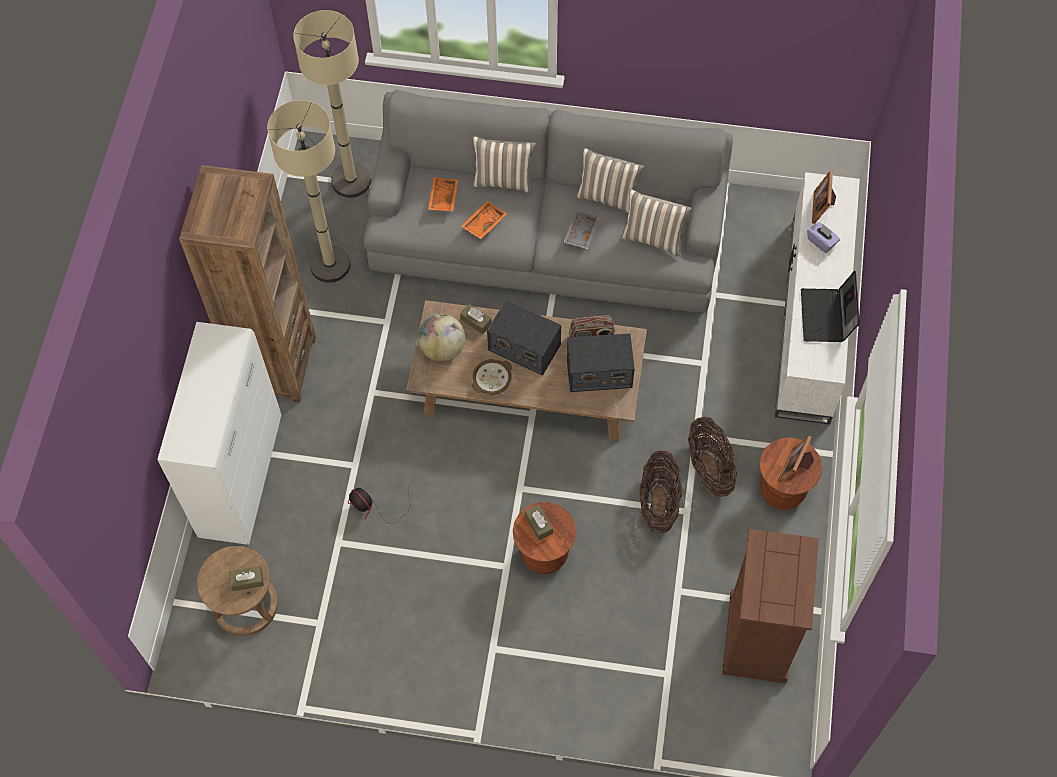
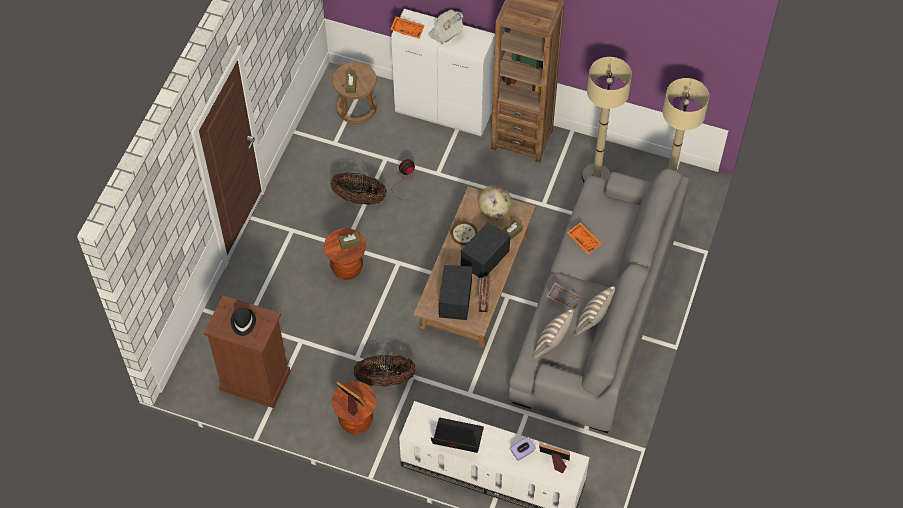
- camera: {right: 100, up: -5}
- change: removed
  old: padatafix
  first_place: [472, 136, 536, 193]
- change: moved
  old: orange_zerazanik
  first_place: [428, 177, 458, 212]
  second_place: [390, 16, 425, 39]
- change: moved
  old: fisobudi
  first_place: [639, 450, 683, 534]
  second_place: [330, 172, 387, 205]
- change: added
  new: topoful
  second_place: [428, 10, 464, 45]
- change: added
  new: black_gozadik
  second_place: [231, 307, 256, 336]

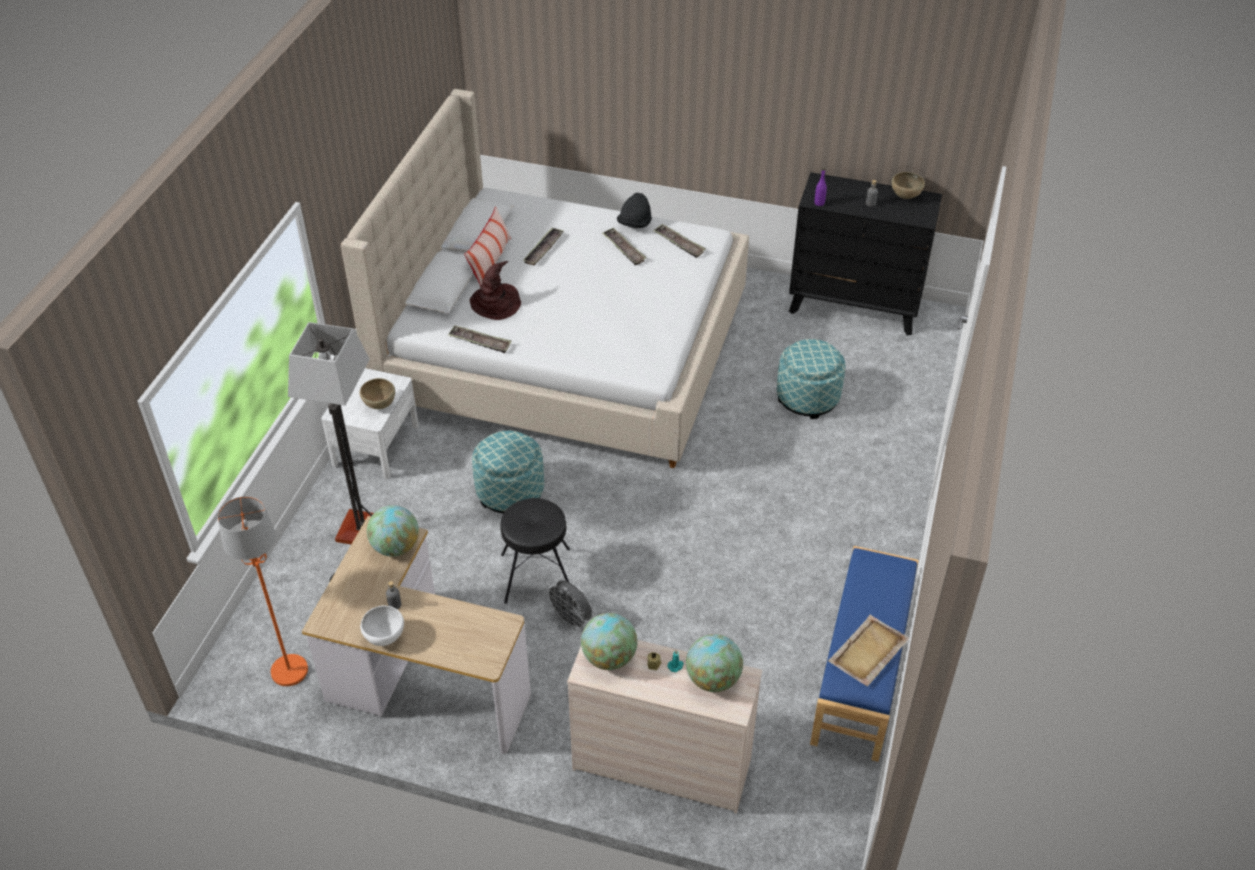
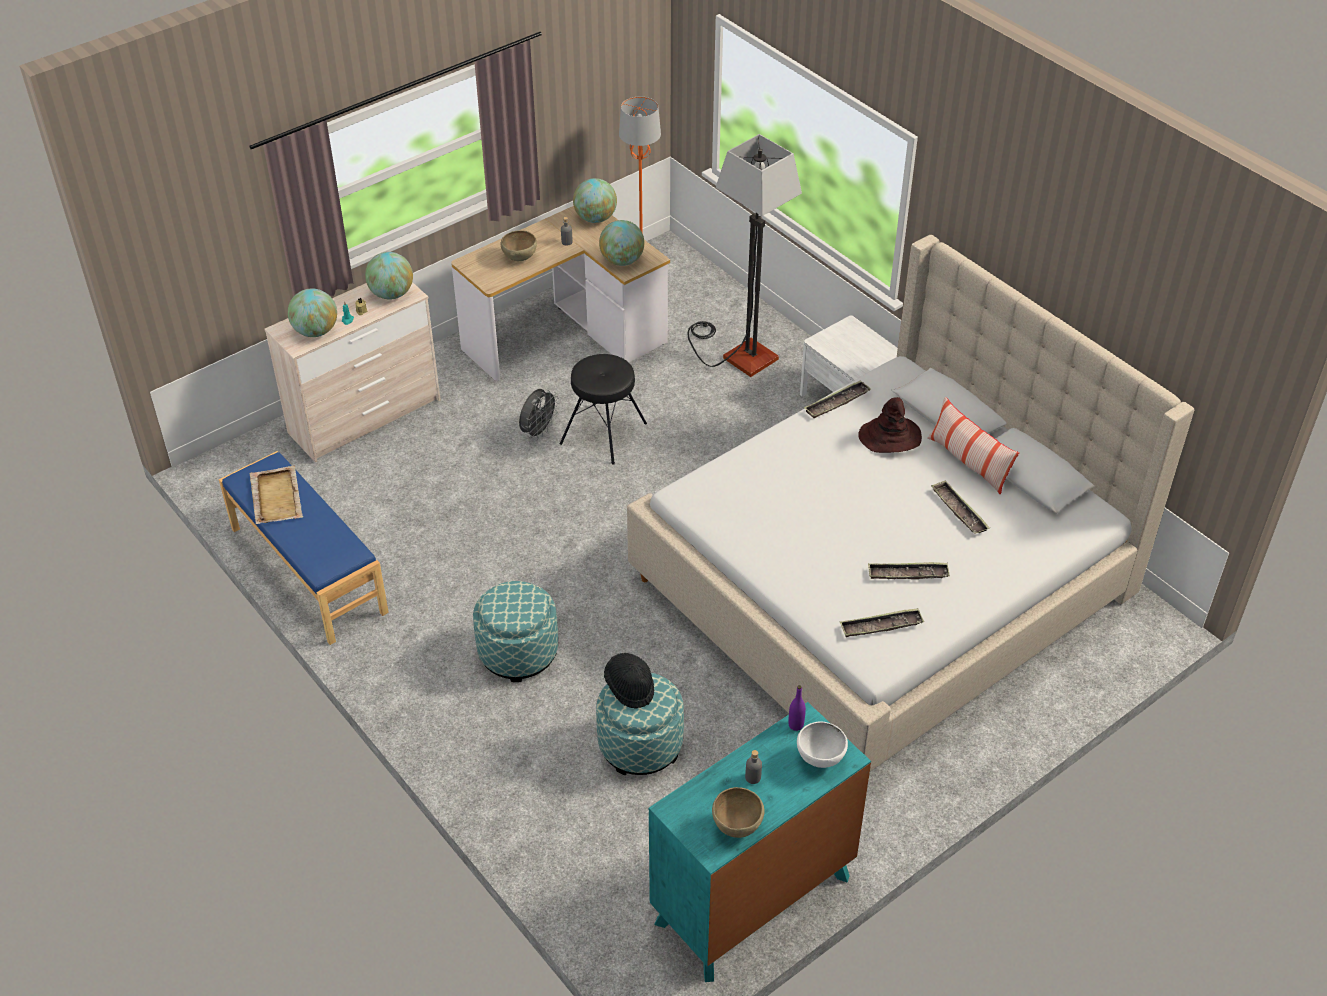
- camera: {right: 125, up: 0}
- change: recoloured
  old: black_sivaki
  new: turquoise_sivaki
  first_place: [789, 172, 942, 336]
  second_place: [649, 702, 871, 982]
- change: moved
  old: black_gozadik
  first_place: [617, 193, 652, 228]
  second_place: [604, 653, 654, 709]
- change: moved
  old: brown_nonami
  first_place: [360, 378, 395, 409]
  second_place: [501, 230, 537, 261]
- change: moved
  old: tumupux
  first_place: [472, 431, 544, 514]
  second_place: [473, 581, 558, 682]
- change: turned
  old: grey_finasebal
  first_place: [545, 580, 592, 630]
  second_place: [519, 389, 559, 440]
  degrees: 135
- change: moved
  old: white_nonami
  first_place: [360, 606, 404, 646]
  second_place: [797, 722, 848, 768]
- change: added
  new: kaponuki
  second_place: [573, 178, 617, 223]

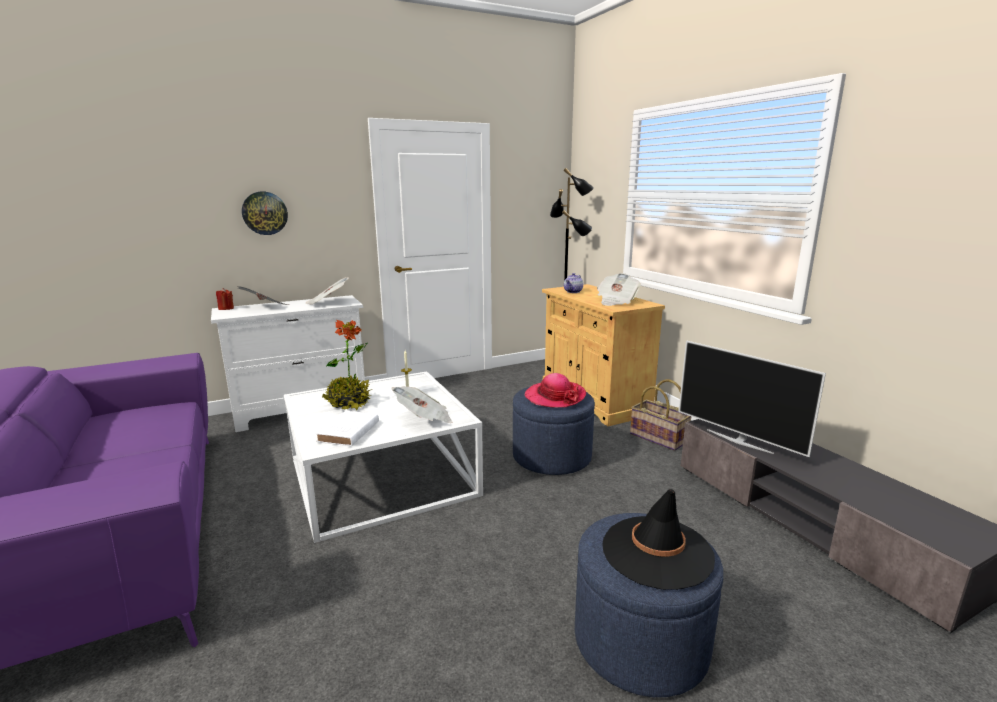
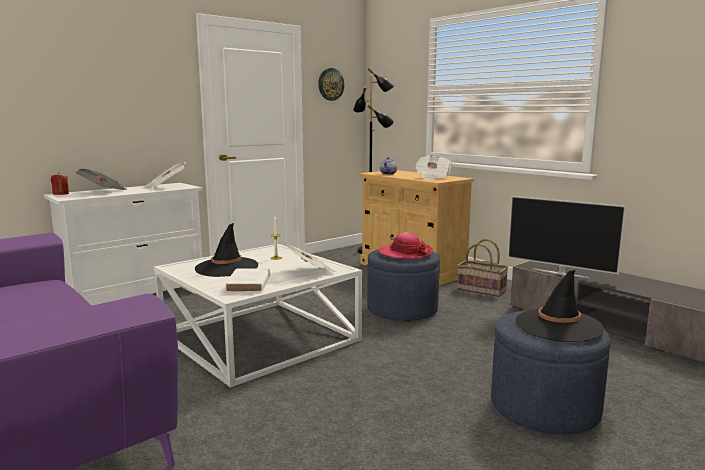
- camera: {right: -15, up: -5}
- change: moved
  old: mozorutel
  first_place: [242, 191, 288, 235]
  second_place: [318, 68, 344, 101]
- change: replaced
  old: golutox
  new: black_gozadik
  first_place: [322, 320, 372, 410]
  second_place: [195, 223, 258, 277]

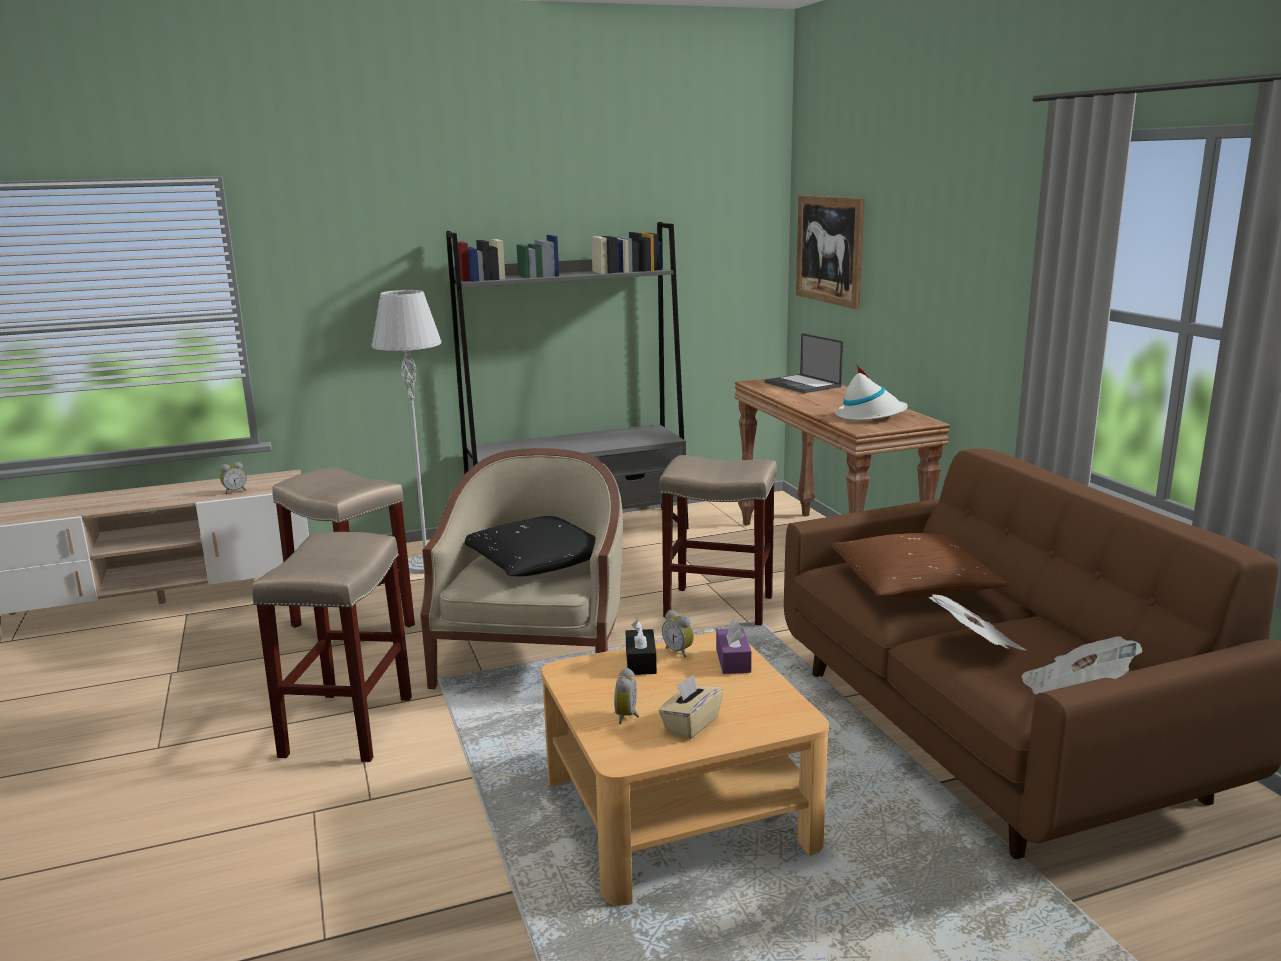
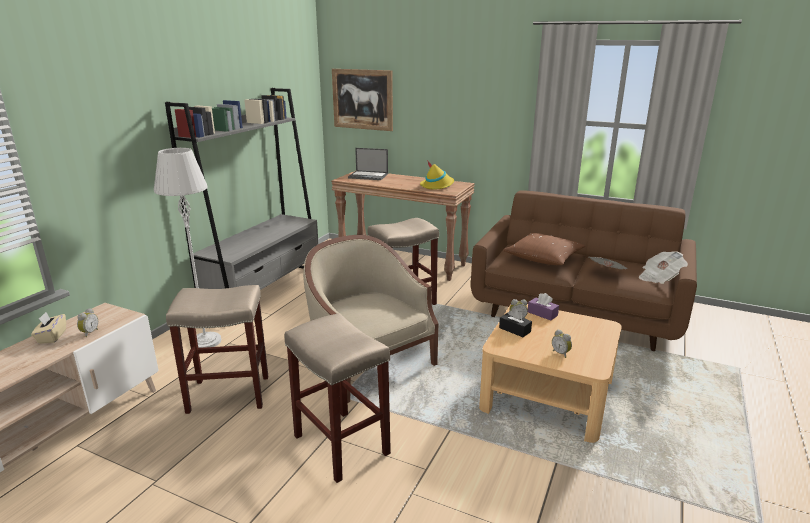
- camera: {right: -45, up: 5}
- change: recoloured
  old: white_gozadik
  new: yellow_gozadik
  first_place: [835, 364, 908, 421]
  second_place: [420, 160, 454, 190]
- change: removed
  old: black_padatafix
  first_place: [465, 516, 595, 577]
- change: moved
  old: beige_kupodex
  first_place: [658, 674, 723, 739]
  second_place: [31, 312, 66, 344]

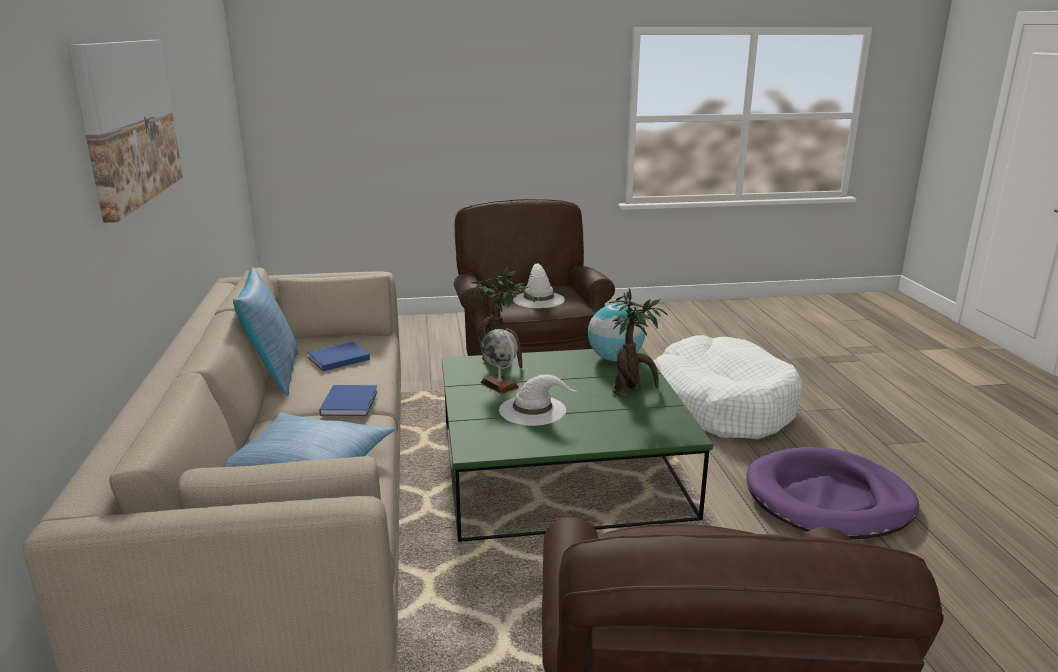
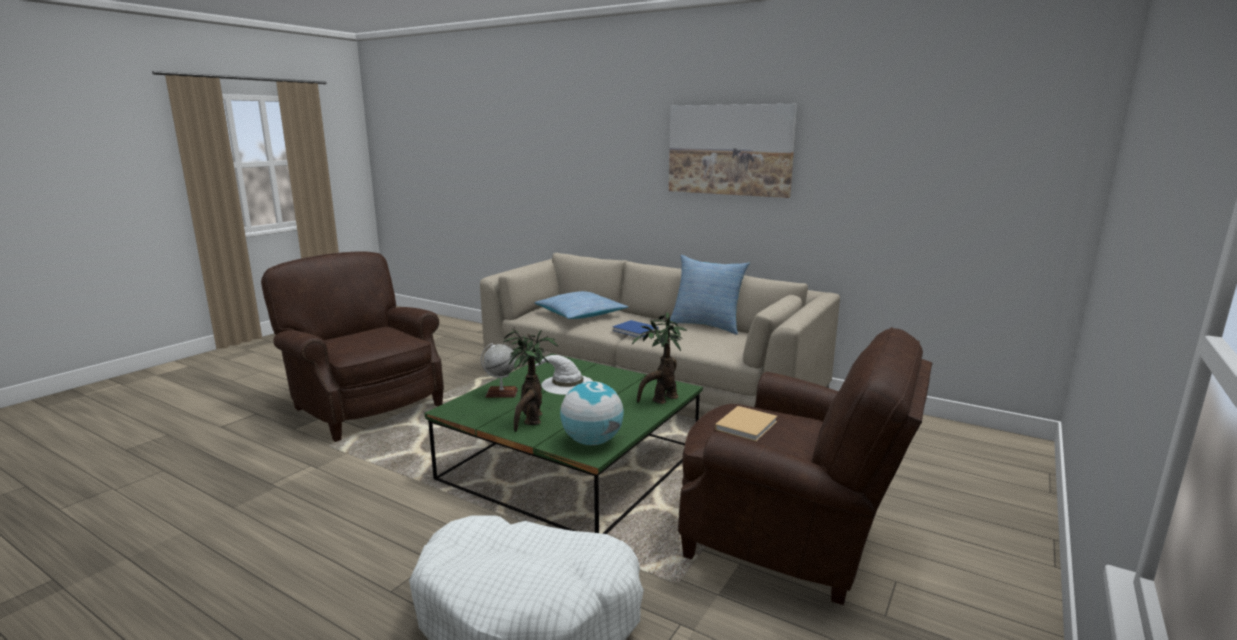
- camera: {right: 130, up: -5}
- change: replaced
  old: white_gozadik
  new: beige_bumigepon
  first_place: [513, 263, 565, 308]
  second_place: [715, 406, 778, 441]
- change: moved
  old: kaponuki
  first_place: [480, 329, 519, 394]
  second_place: [481, 343, 518, 397]
- change: removed
  old: blue_bumigepon
  first_place: [307, 342, 370, 371]
- change: removed
  old: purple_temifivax
  first_place: [746, 447, 919, 539]

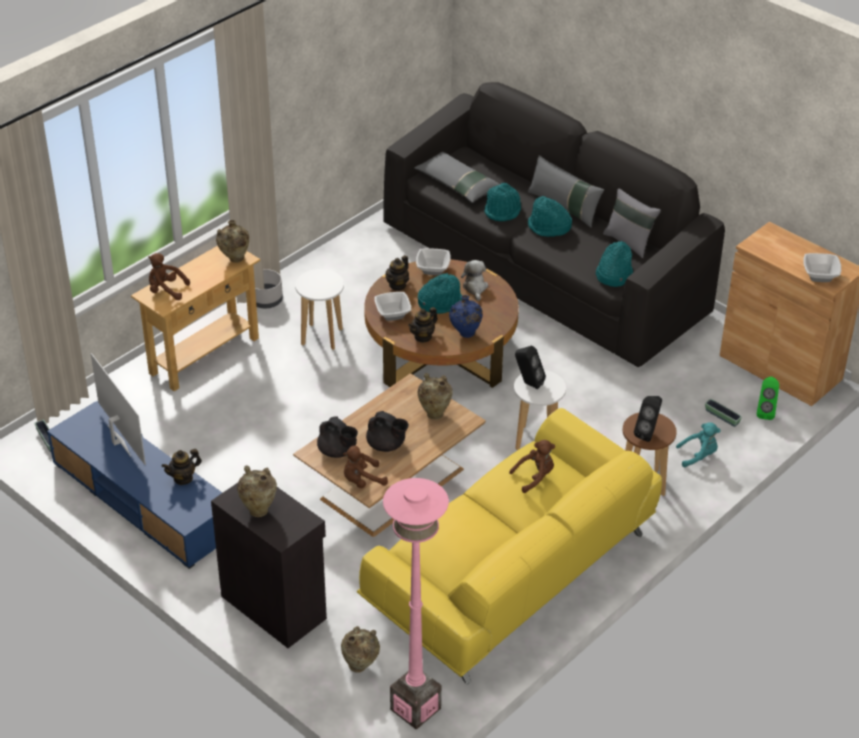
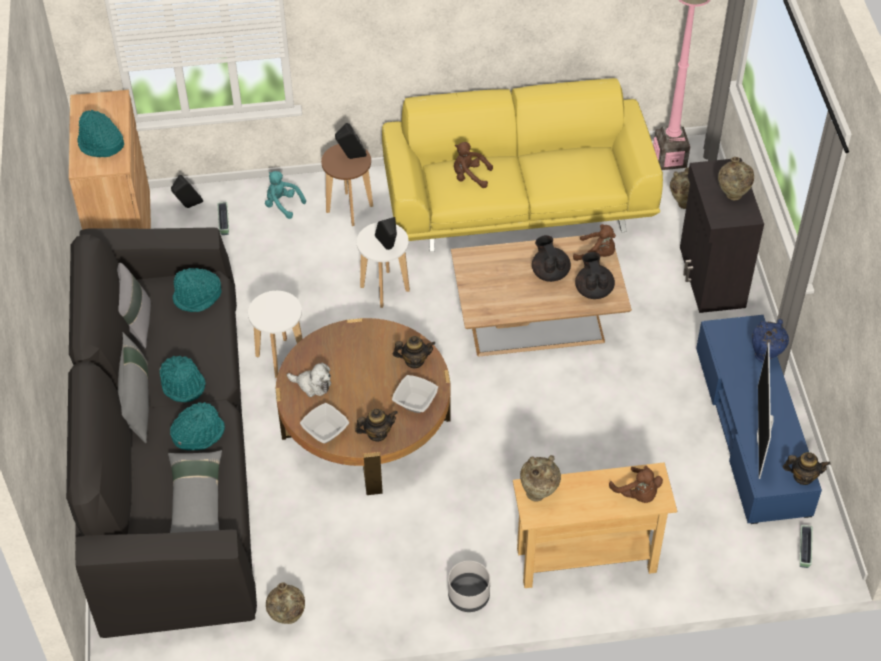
- camera: {right: -140, up: 10}
- change: removed
  old: nonami
  first_place: [804, 253, 841, 282]
- change: turned
  old: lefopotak
  first_place: [461, 260, 488, 301]
  second_place: [287, 362, 331, 397]
  degrees: -105
- change: moved
  old: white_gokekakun
  first_place: [295, 269, 344, 350]
  second_place: [248, 291, 303, 378]
- change: moved
  old: turquoise_gozadik
  first_place: [418, 273, 462, 314]
  second_place: [77, 110, 124, 157]
- change: moved
  old: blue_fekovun
  first_place: [449, 295, 483, 338]
  second_place: [752, 319, 789, 362]
- change: moved
  old: beige_fekovun
  first_place: [418, 373, 453, 420]
  second_place: [266, 582, 305, 624]
- change: recoloured
  old: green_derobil
  new: black_derobil
  first_place: [757, 377, 779, 420]
  second_place: [171, 175, 203, 208]
- change: moved
  old: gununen
  first_place: [162, 449, 202, 485]
  second_place: [783, 452, 831, 485]

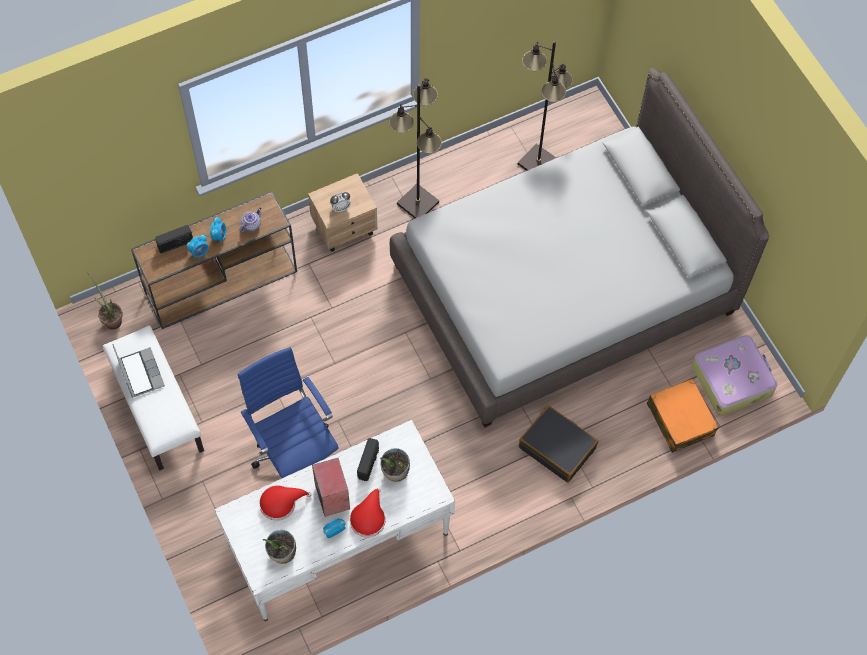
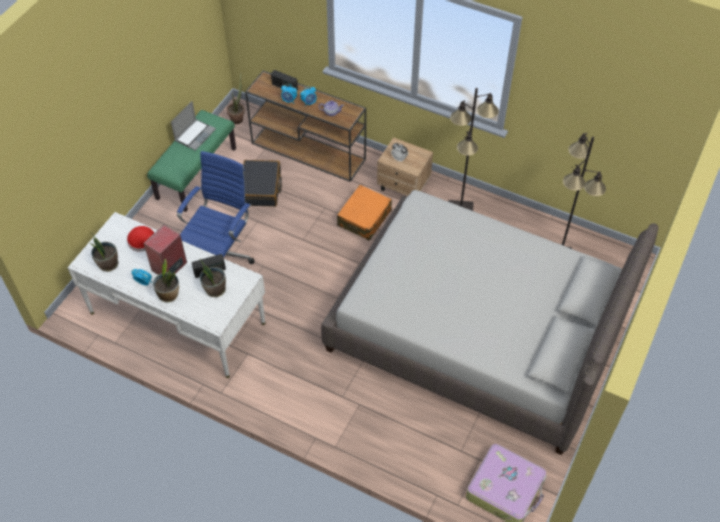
- camera: {right: 55, up: -10}
- change: recoloured
  old: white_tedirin
  new: green_tedirin
  first_place: [103, 325, 204, 471]
  second_place: [147, 110, 236, 212]
- change: moved
  old: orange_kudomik
  first_place: [647, 379, 719, 453]
  second_place: [337, 185, 392, 241]
- change: moved
  old: black_kudomik
  first_place: [519, 406, 598, 483]
  second_place: [243, 160, 282, 207]
- change: replaced
  old: red_gozadik
  new: golutox
  first_place: [350, 488, 385, 537]
  second_place: [153, 258, 179, 302]

